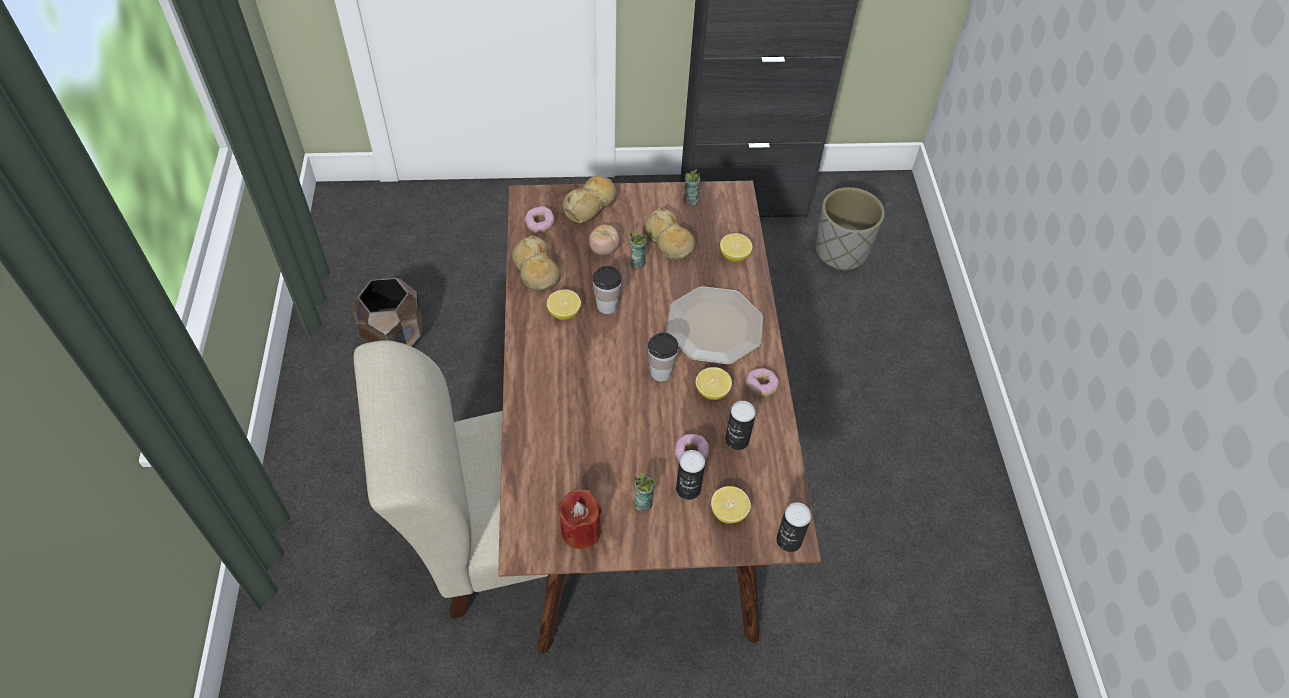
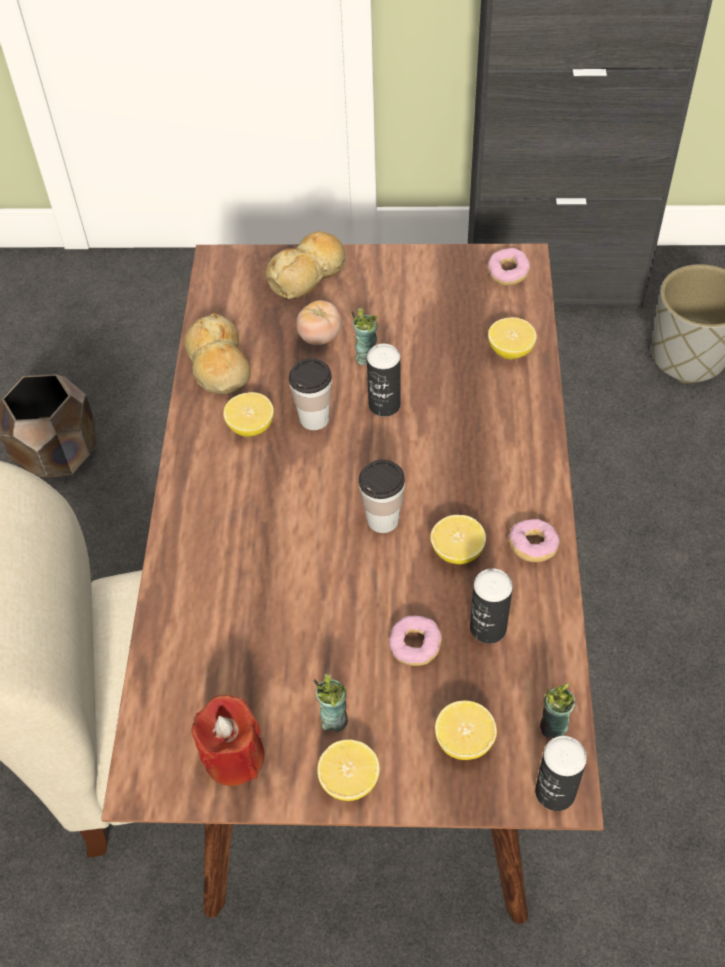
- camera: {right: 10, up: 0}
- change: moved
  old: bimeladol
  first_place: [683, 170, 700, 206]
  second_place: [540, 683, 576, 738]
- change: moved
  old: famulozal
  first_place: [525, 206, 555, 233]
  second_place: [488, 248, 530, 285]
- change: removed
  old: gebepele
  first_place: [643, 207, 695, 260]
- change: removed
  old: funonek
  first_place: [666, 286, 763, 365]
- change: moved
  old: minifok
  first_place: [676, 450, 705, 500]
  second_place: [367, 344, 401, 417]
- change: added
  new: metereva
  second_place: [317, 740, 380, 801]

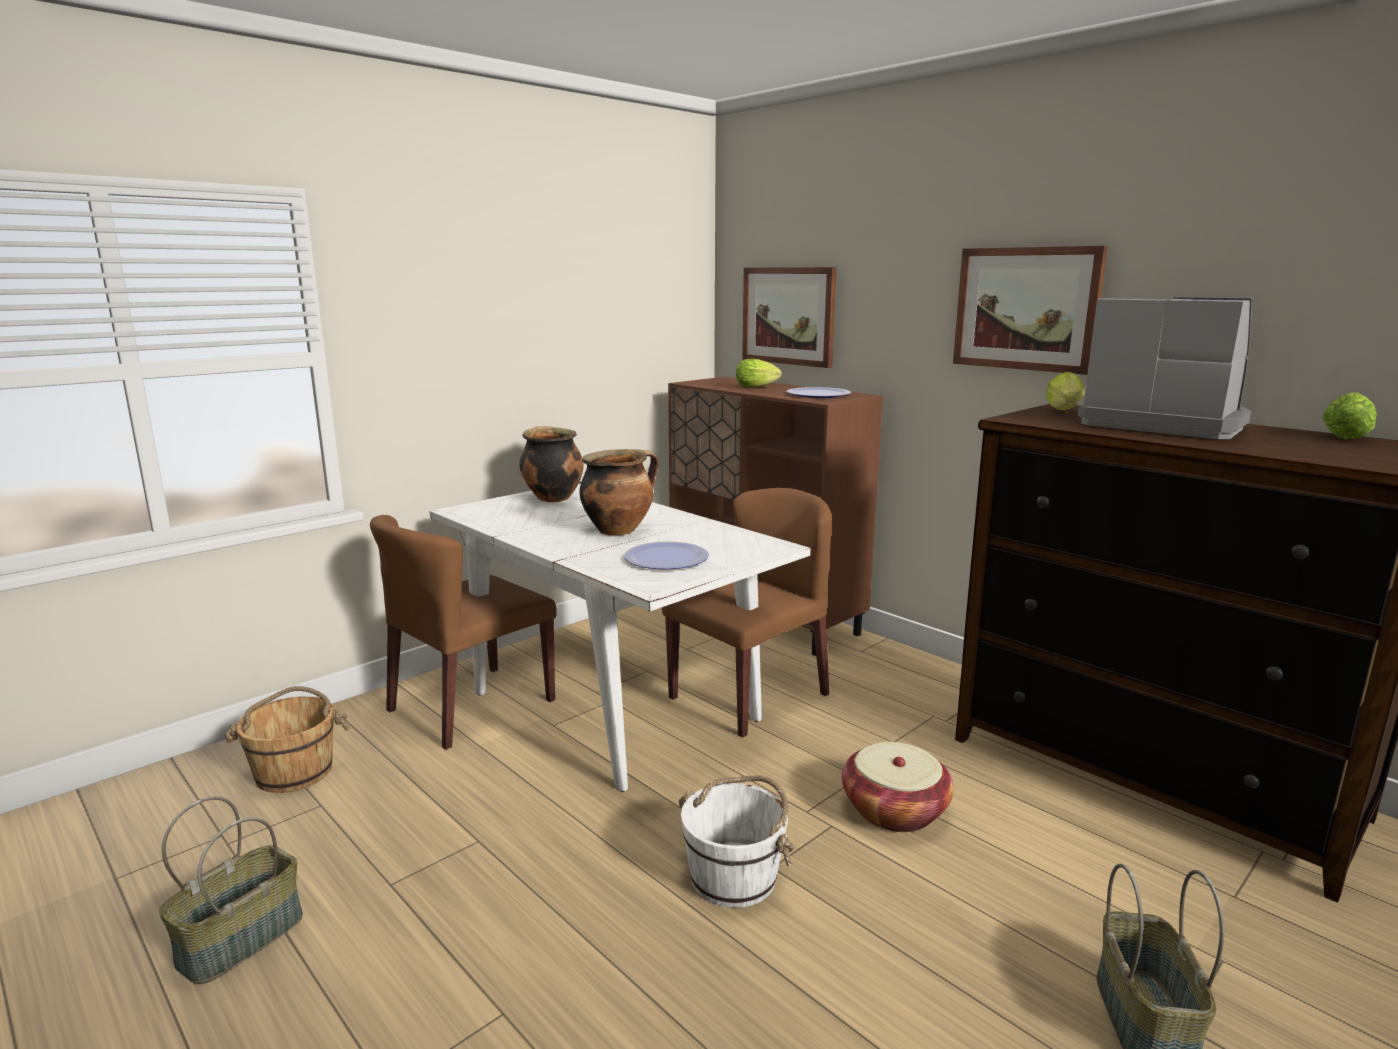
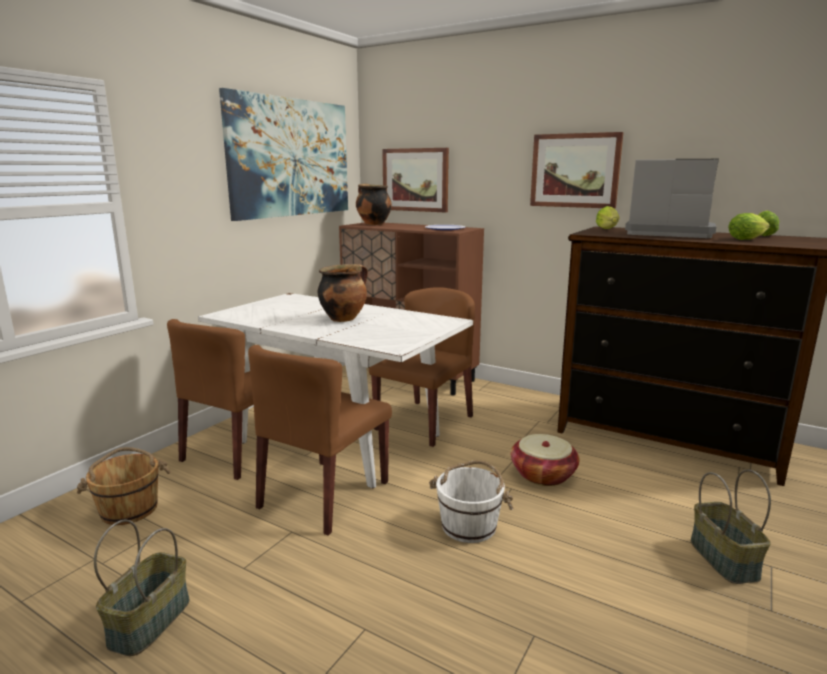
- camera: {right: -15, up: 0}
- change: moved
  old: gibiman
  first_place: [736, 359, 782, 388]
  second_place: [728, 213, 770, 240]
- change: moved
  old: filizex
  first_place: [519, 426, 583, 502]
  second_place: [356, 184, 392, 225]
- change: removed
  old: funonek
  first_place: [624, 541, 709, 569]
- change: added
  new: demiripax
  second_place: [219, 88, 348, 221]
- change: added
  new: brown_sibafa
  second_place: [248, 345, 392, 535]

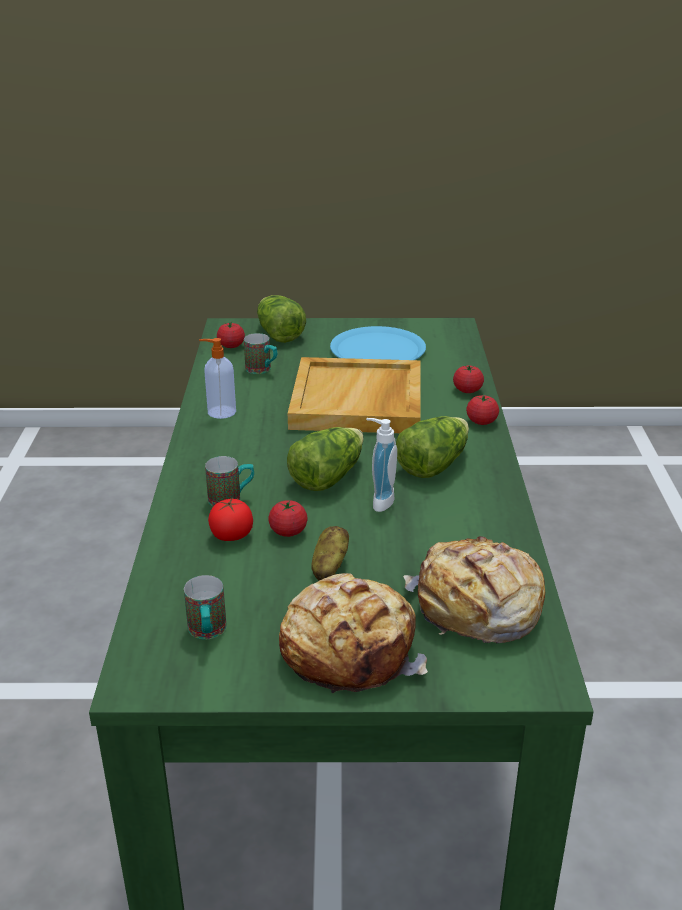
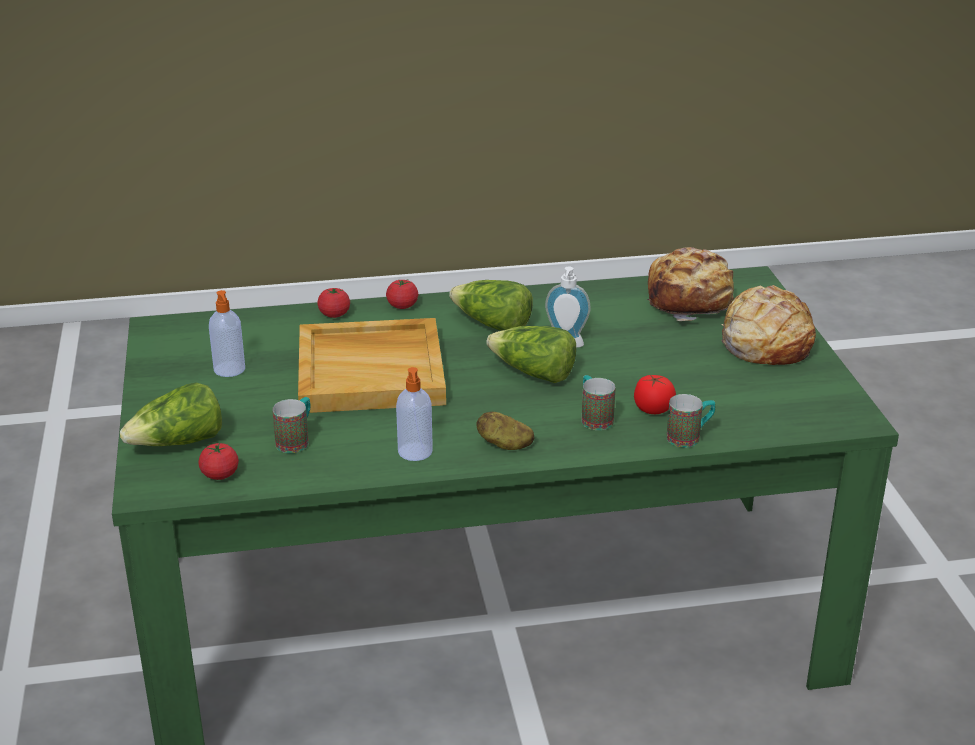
- camera: {right: -100, up: 0}
- change: replaced
  old: blue_funonek
  new: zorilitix
  first_place: [330, 326, 426, 360]
  second_place: [209, 290, 245, 377]
- change: removed
  old: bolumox
  first_place: [268, 500, 308, 537]
- change: moved
  old: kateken
  first_place: [311, 526, 349, 580]
  second_place: [476, 412, 534, 450]
- change: moved
  old: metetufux
  first_place: [184, 575, 227, 639]
  second_place: [666, 394, 715, 448]

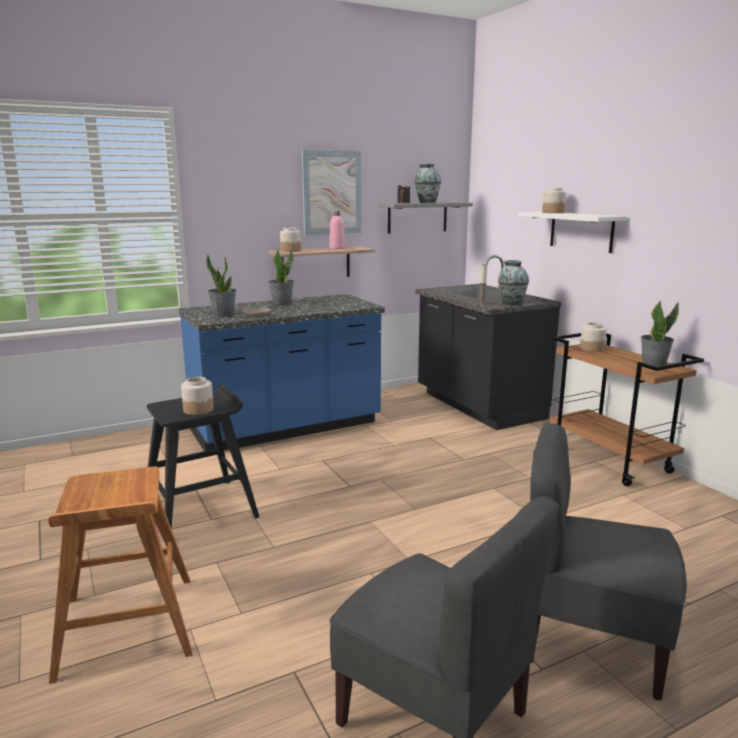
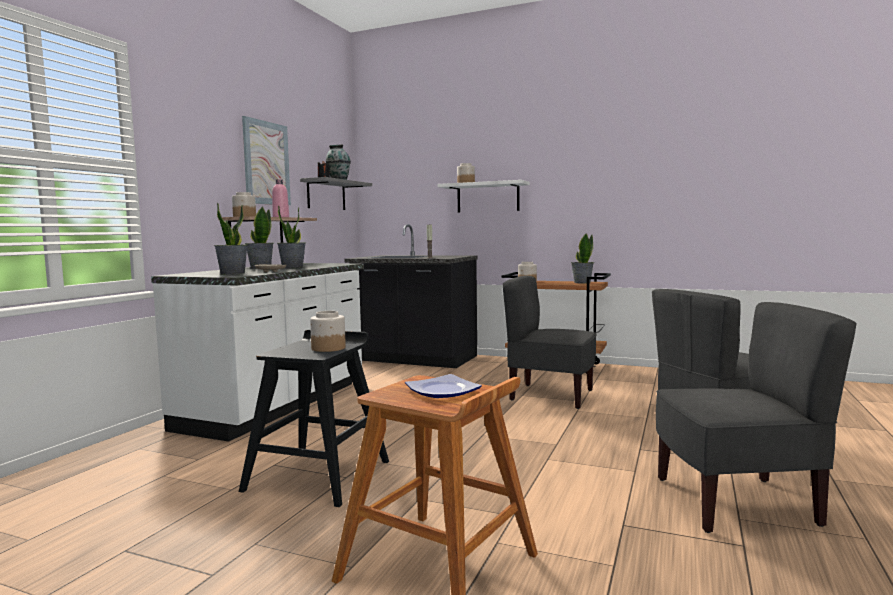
- camera: {right: -40, up: -10}
- change: removed
  old: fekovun
  first_place: [498, 260, 529, 305]
- change: recoloured
  old: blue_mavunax
  new: white_mavunax
  first_place: [178, 294, 385, 451]
  second_place: [151, 263, 364, 442]
- change: added
  new: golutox
  second_place: [277, 205, 306, 269]
- change: added
  new: grey_sibafa
  second_place: [503, 276, 596, 409]
- change: added
  new: funonek
  second_place: [405, 374, 482, 398]

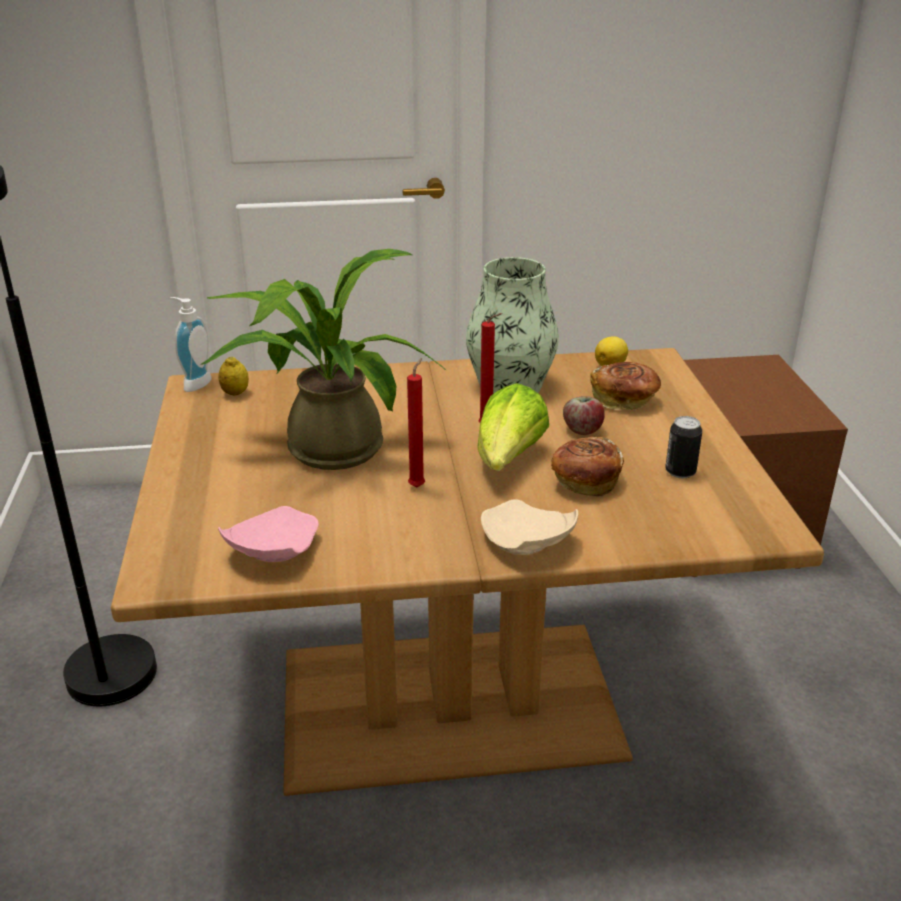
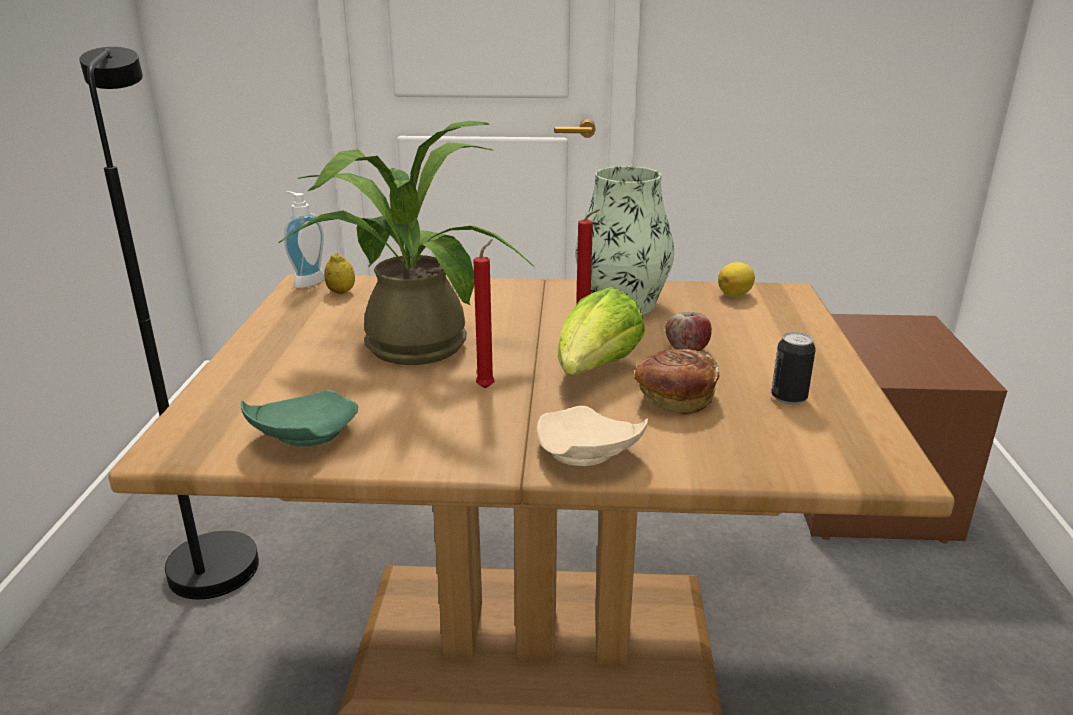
- camera: {right: 10, up: -5}
- change: removed
  old: gebepele
  first_place: [590, 362, 661, 410]
- change: recoloured
  old: pink_funonek
  new: green_funonek
  first_place: [218, 506, 319, 562]
  second_place: [241, 390, 358, 447]

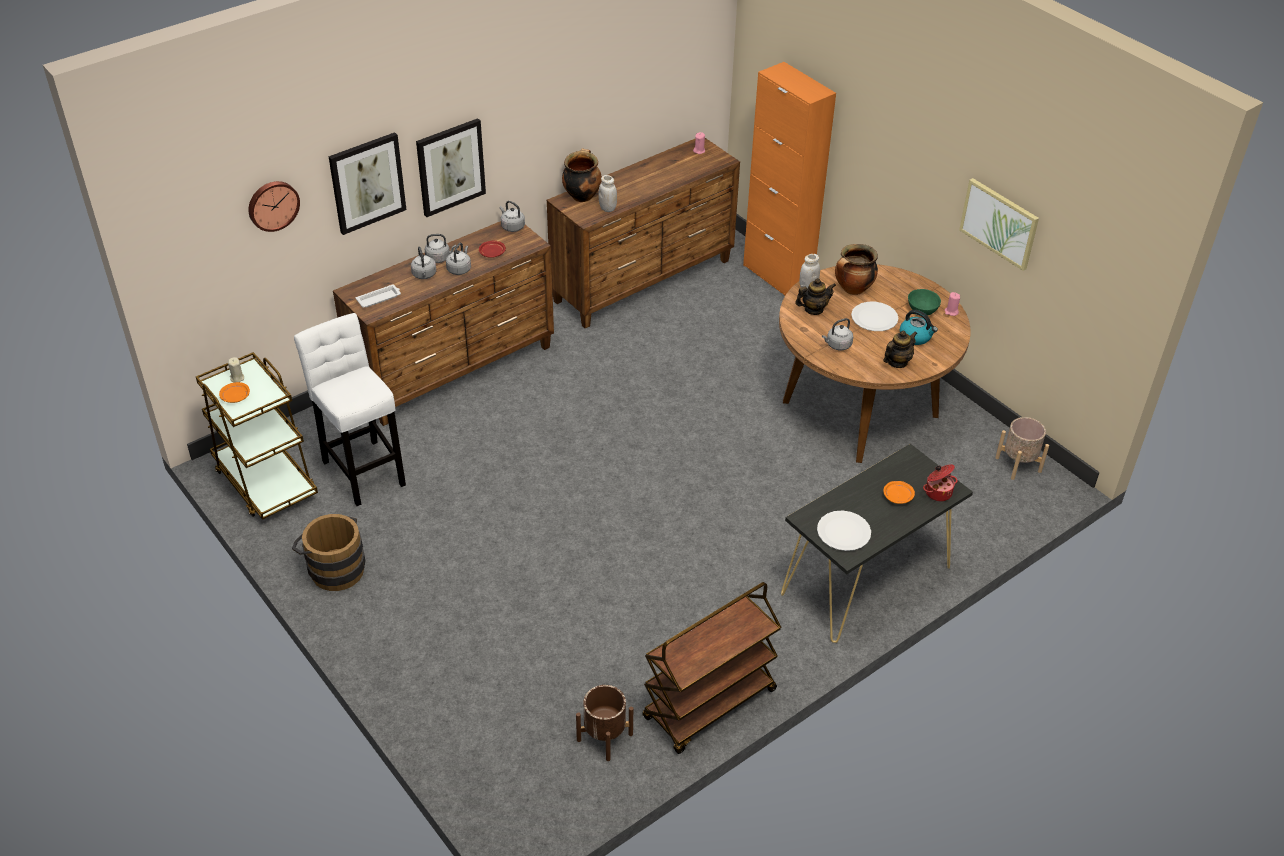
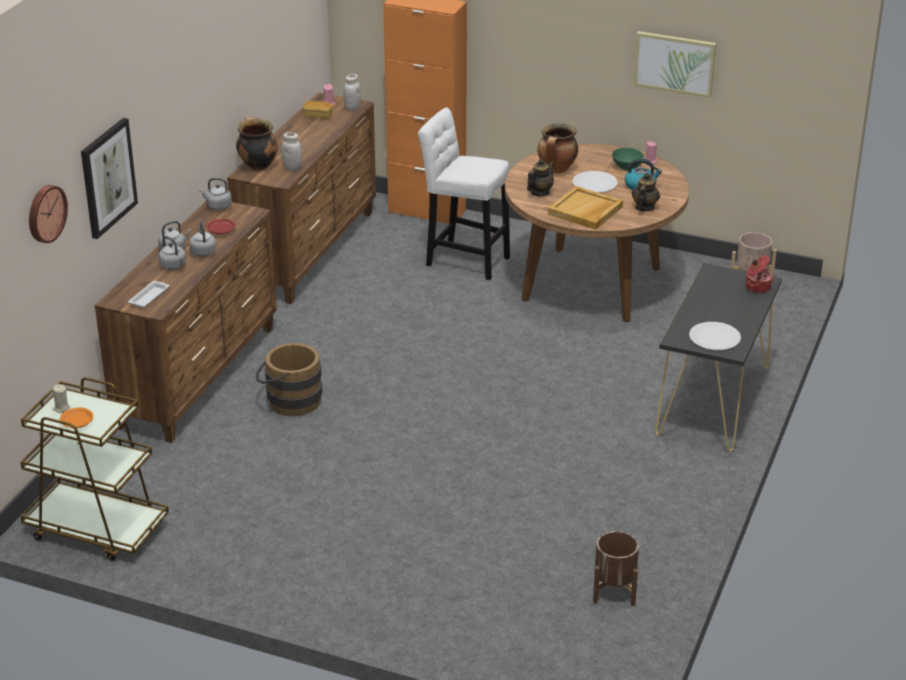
- camera: {right: -30, up: -10}
- change: removed
  old: demiripax
  first_place: [416, 118, 486, 217]
- change: moved
  old: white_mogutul
  first_place: [799, 254, 820, 289]
  second_place: [344, 74, 361, 111]
- change: moved
  old: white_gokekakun
  first_place: [294, 313, 406, 506]
  second_place: [418, 107, 510, 280]
- change: replaced
  old: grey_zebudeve
  new: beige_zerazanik
  first_place: [822, 318, 853, 350]
  second_place: [548, 186, 623, 230]
- change: removed
  old: orange_funonek
  first_place: [884, 481, 915, 504]
- change: moved
  old: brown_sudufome
  first_place: [292, 514, 365, 591]
  second_place: [256, 343, 322, 416]
- change: removed
  old: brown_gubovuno
  first_place: [642, 582, 782, 754]
- change: added
  new: gebepele
  second_place: [303, 101, 333, 119]

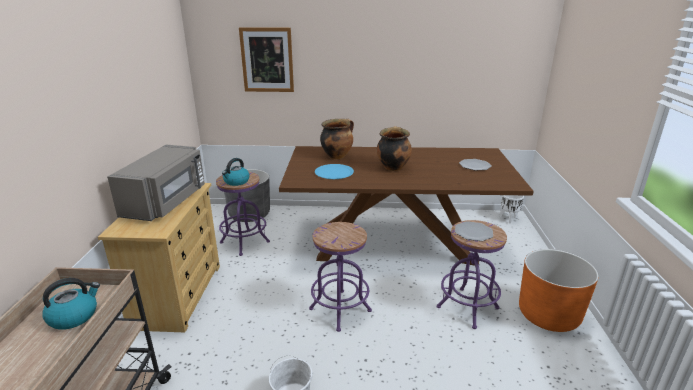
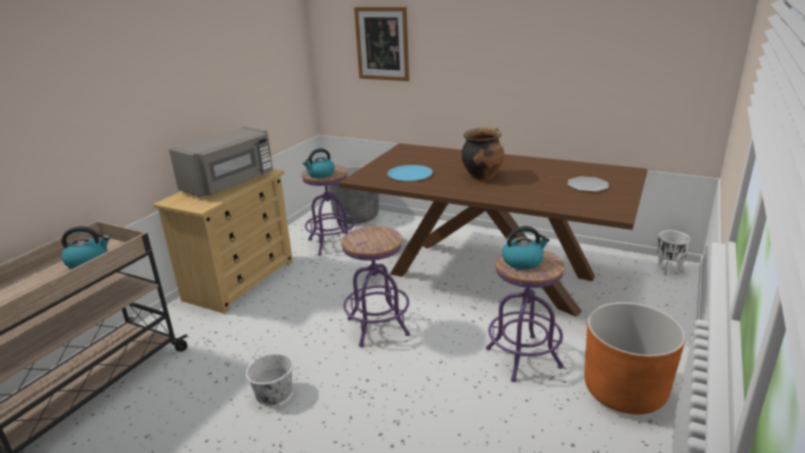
- camera: {right: 25, up: 0}
- change: removed
  old: filizex
  first_place: [320, 119, 354, 159]
- change: replaced
  old: funonek
  new: zebudeve
  first_place: [455, 221, 493, 241]
  second_place: [502, 226, 550, 270]

